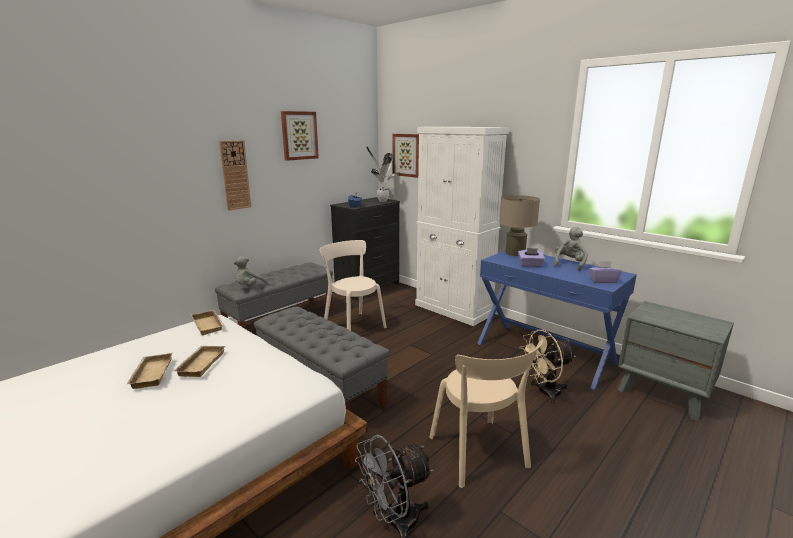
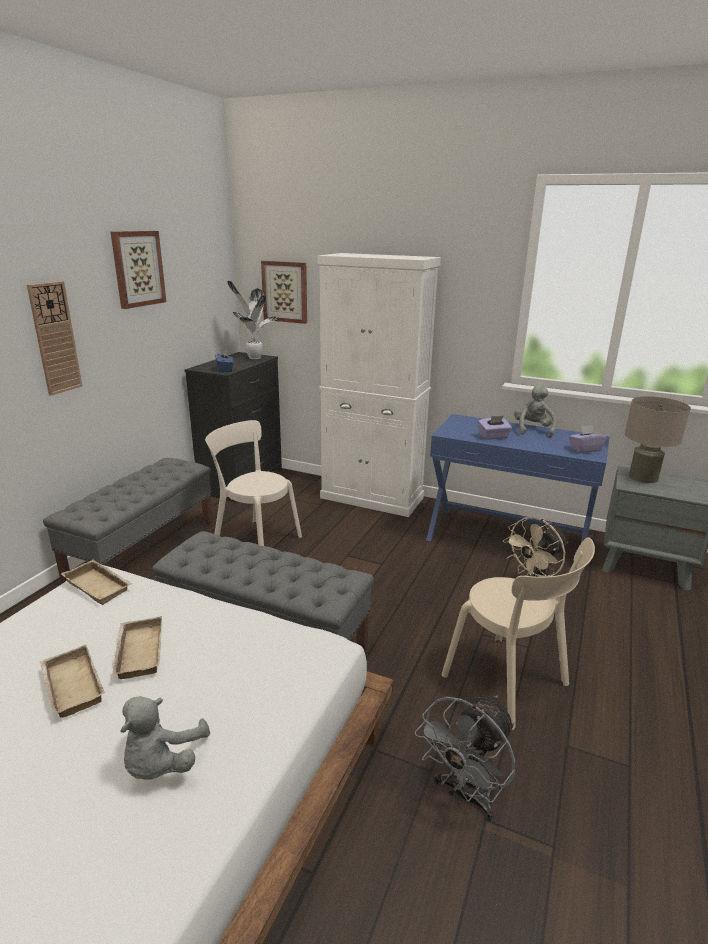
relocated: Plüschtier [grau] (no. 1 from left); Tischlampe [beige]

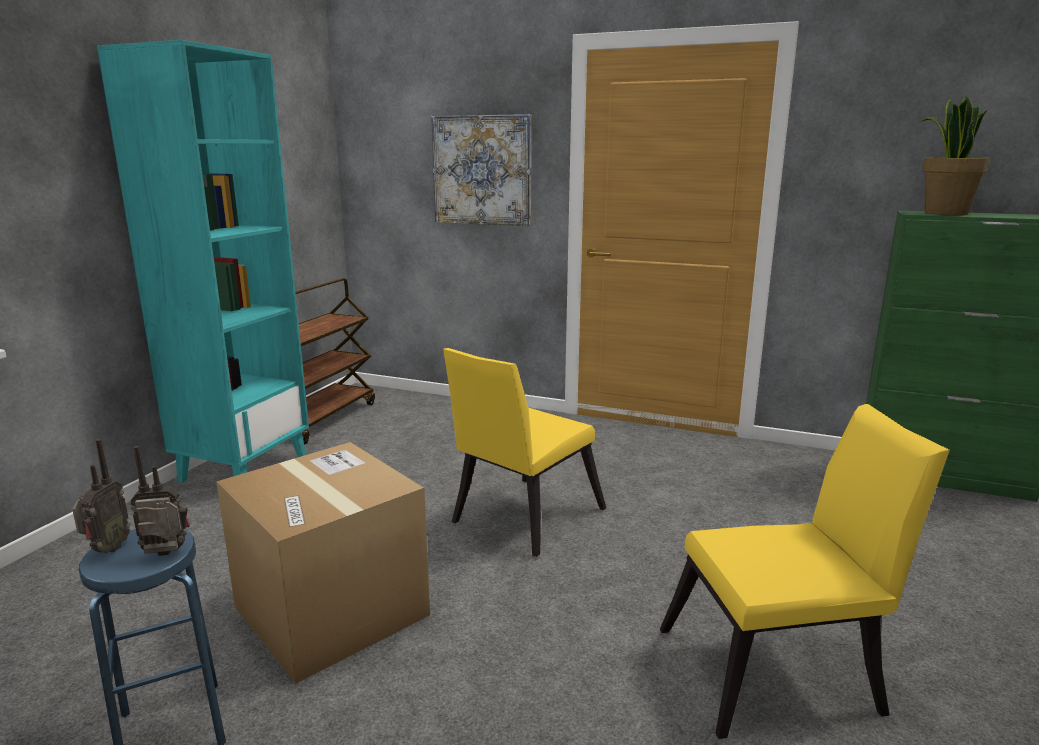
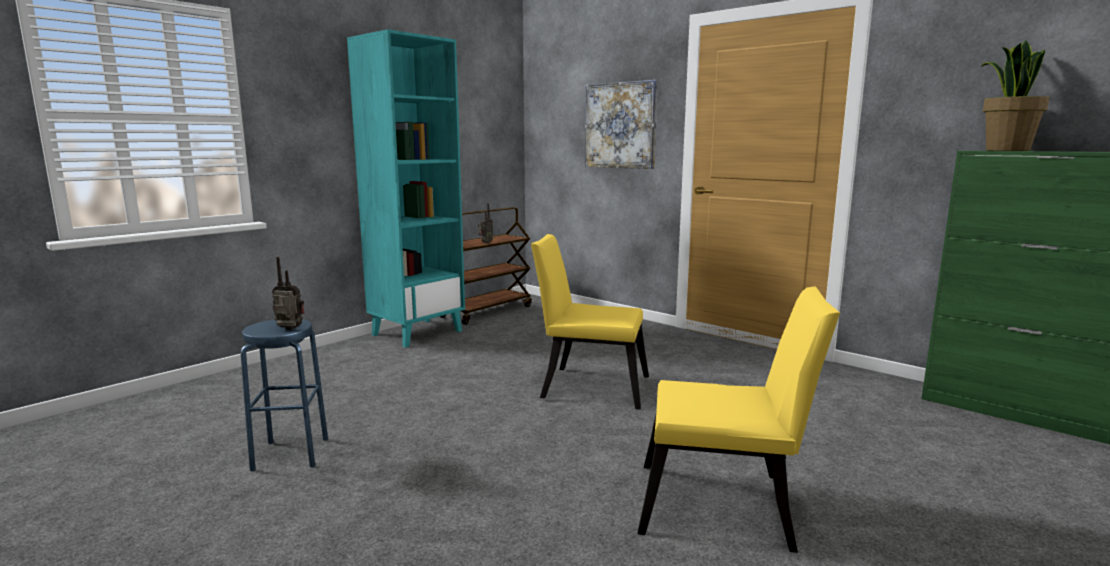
missing: Karton
relocated: Radio (no. 1 from left in the first image) to Radio (no. 2 from left)
spun: Stuhl [gelb] (no. 1 from left) 45 degrees clockwise

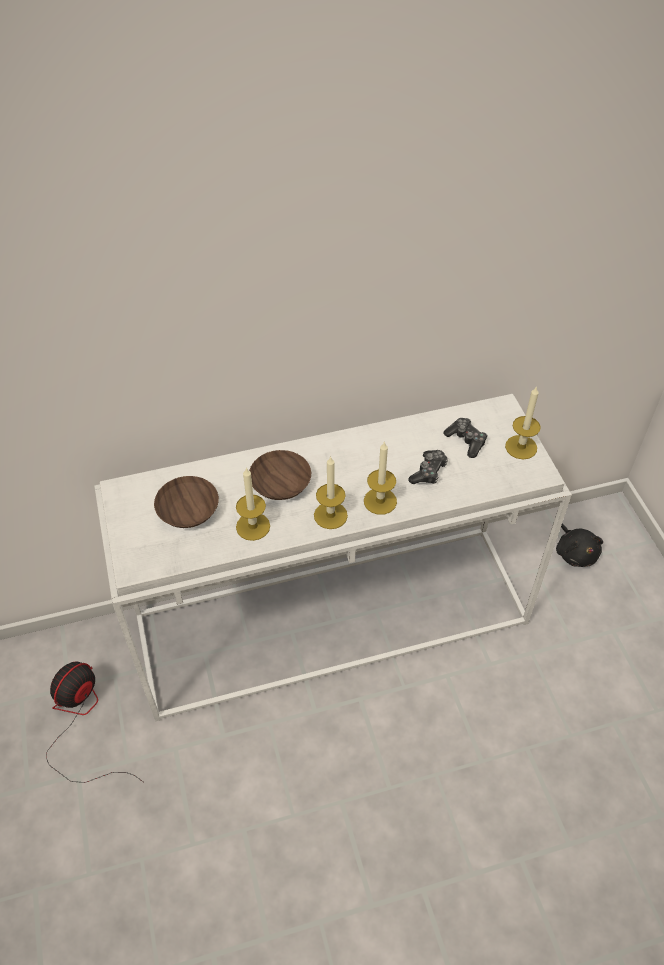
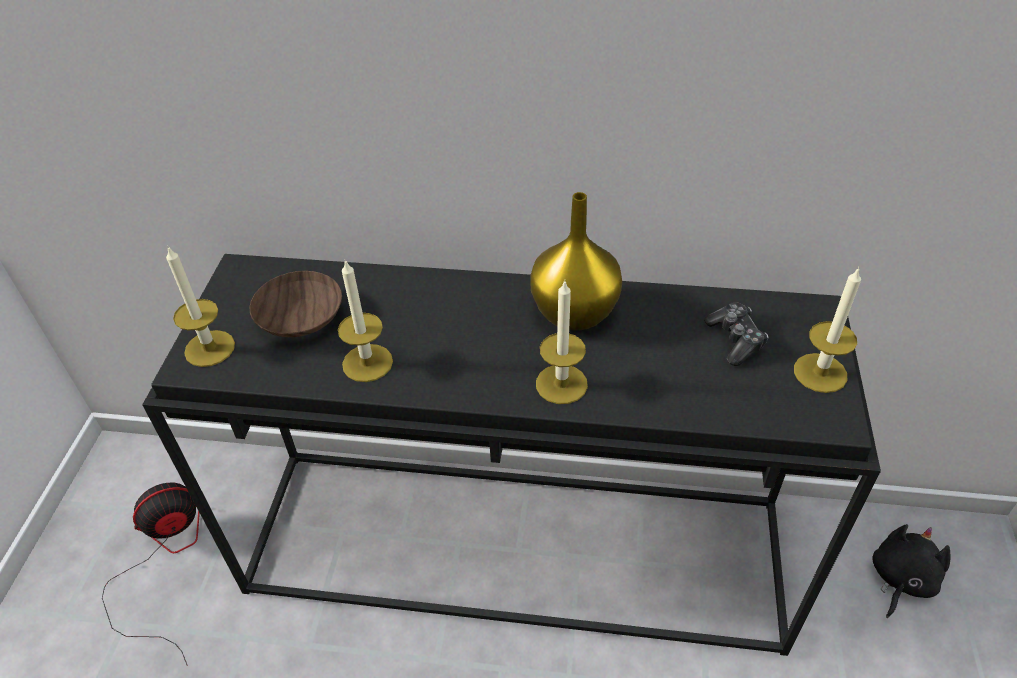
missing: Schüssel [braun] (no. 2 from left); Gamepad (no. 1 from left)
appeared: Vase [gelb]
relocated: Kerze (no. 2 from left in the first image) to Kerze (no. 1 from left)
colour: Konsolentisch [weiß] to Konsolentisch [schwarz]
spun: Plüschtier [schwarz] 150 degrees counterclockwise

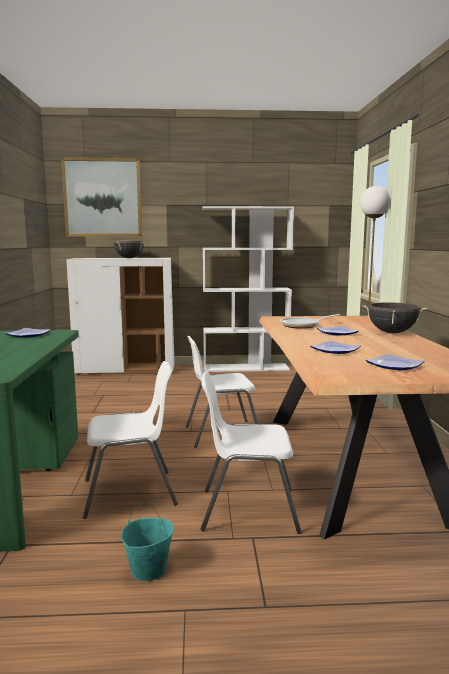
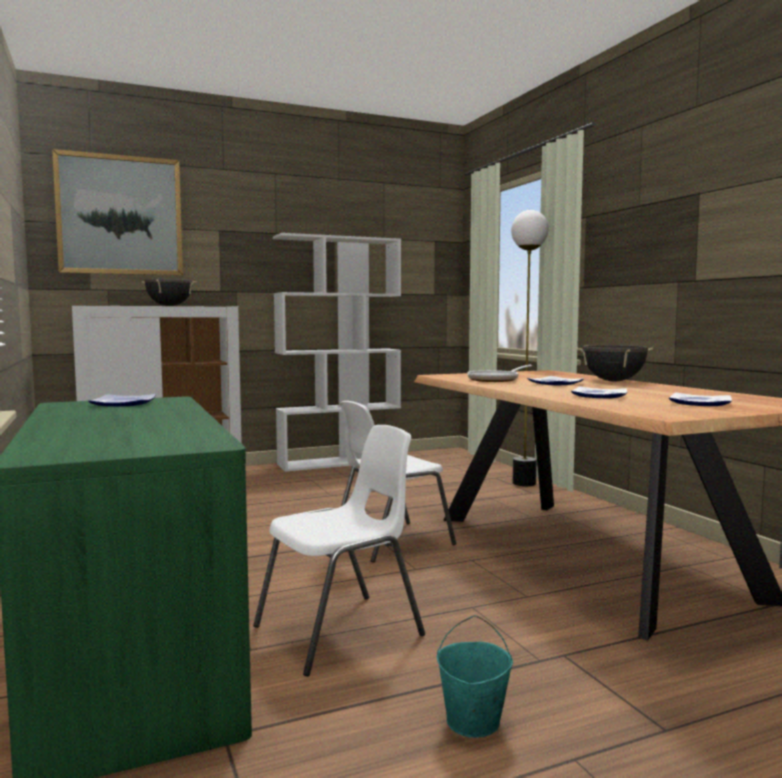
missing: Stuhl [weiß] (no. 3 from left)

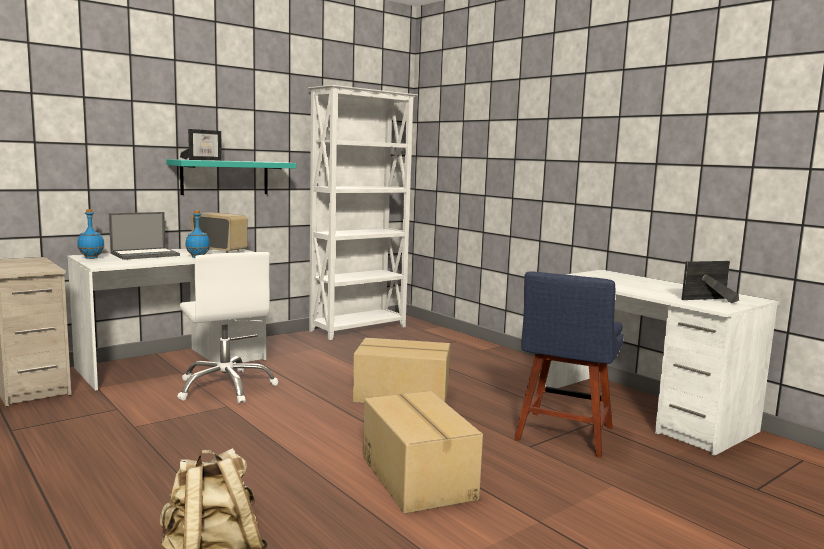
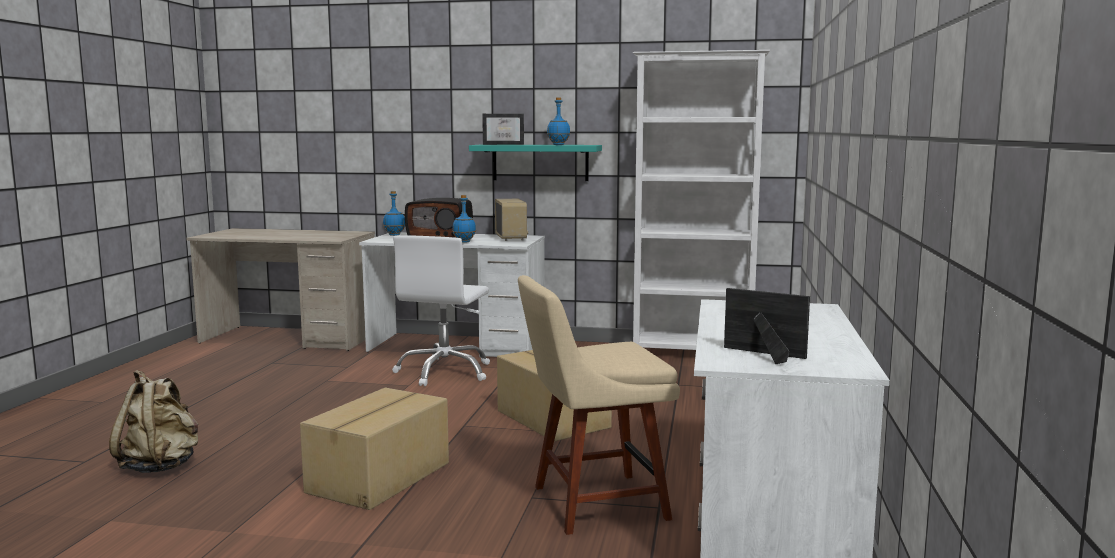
appeared: Flasche [blau] (no. 3 from left)
exchanged: Laptop to Radio (no. 1 from left)
colour: Stuhl [blau] to Stuhl [beige]

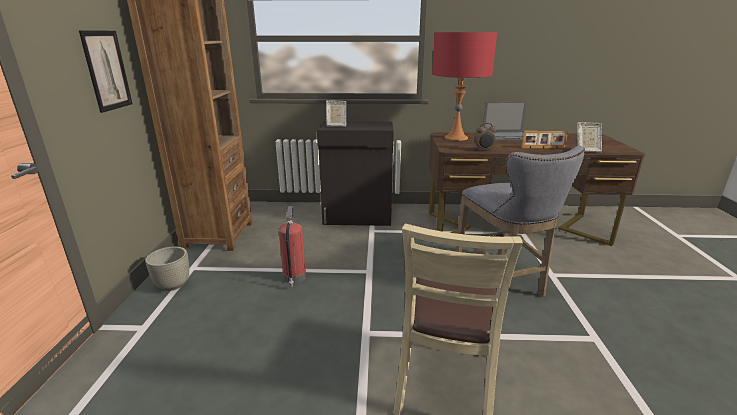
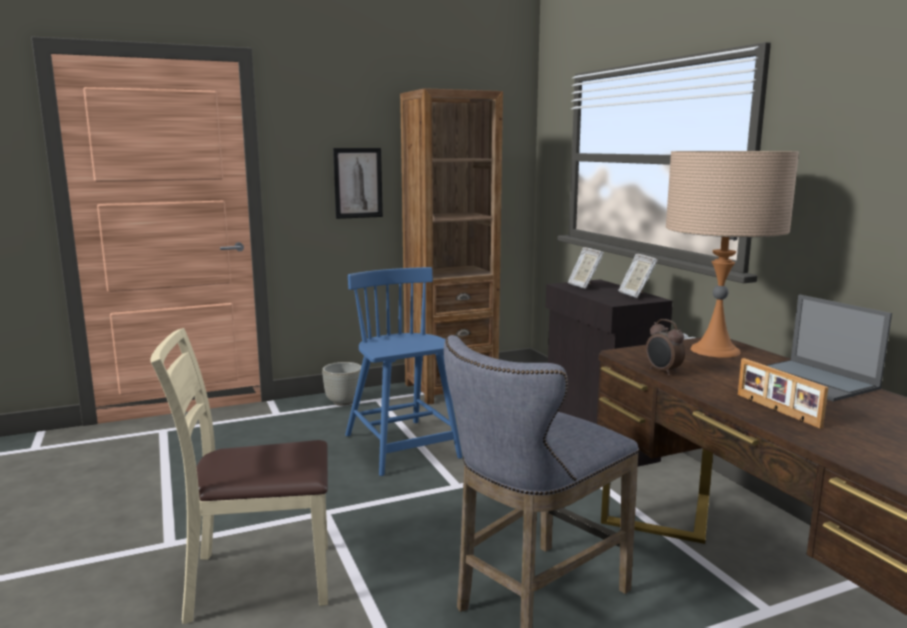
relocated: Bilderrahmen (no. 3 from left in the first image) to Bilderrahmen (no. 2 from left)
exchanged: Feuerlöscher to Stuhl [blau]
colour: Tischlampe [rot] to Tischlampe [beige]

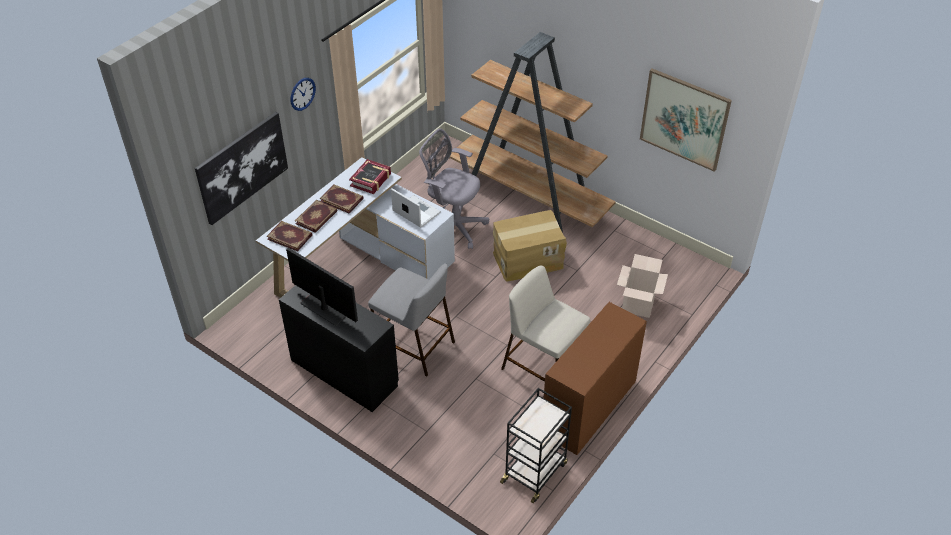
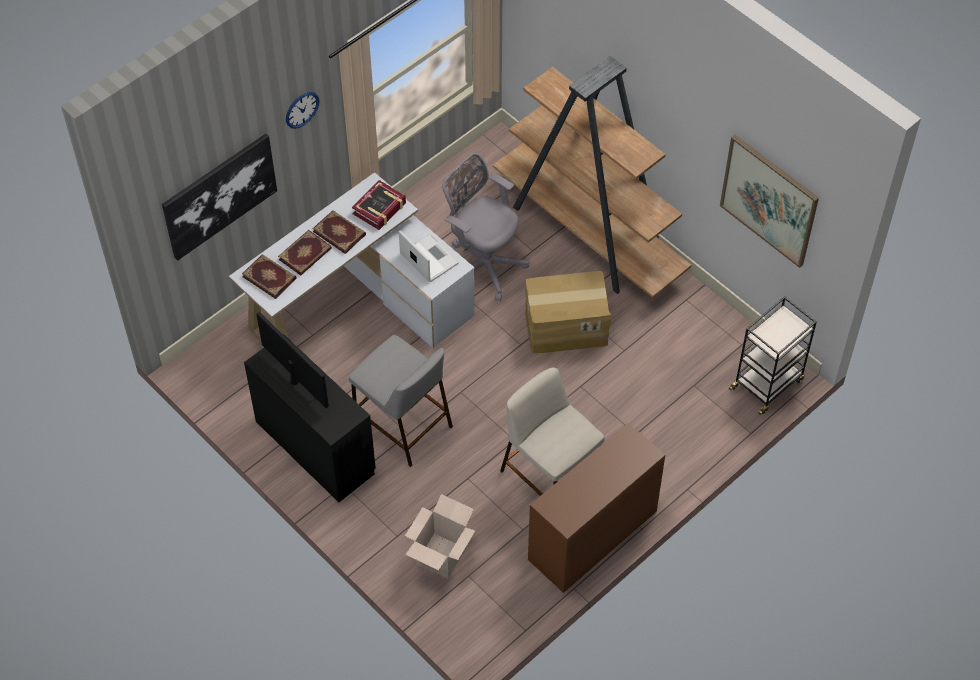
relocated: Rollwagen [schwarz]; Karton (no. 2 from left in the first image) to Karton (no. 1 from left)

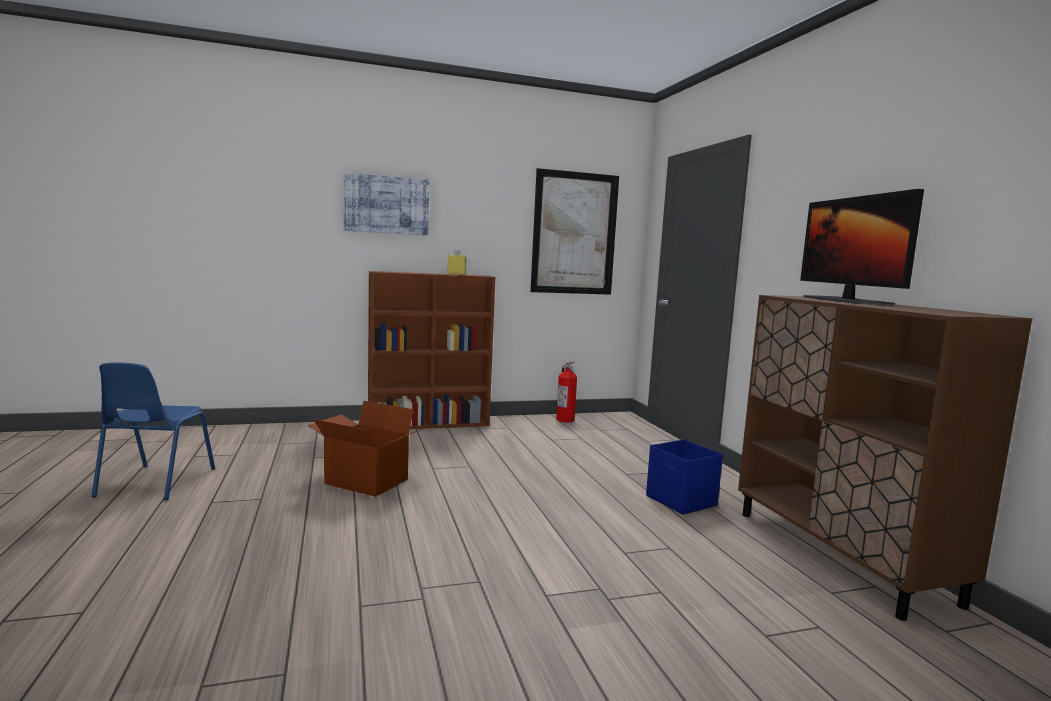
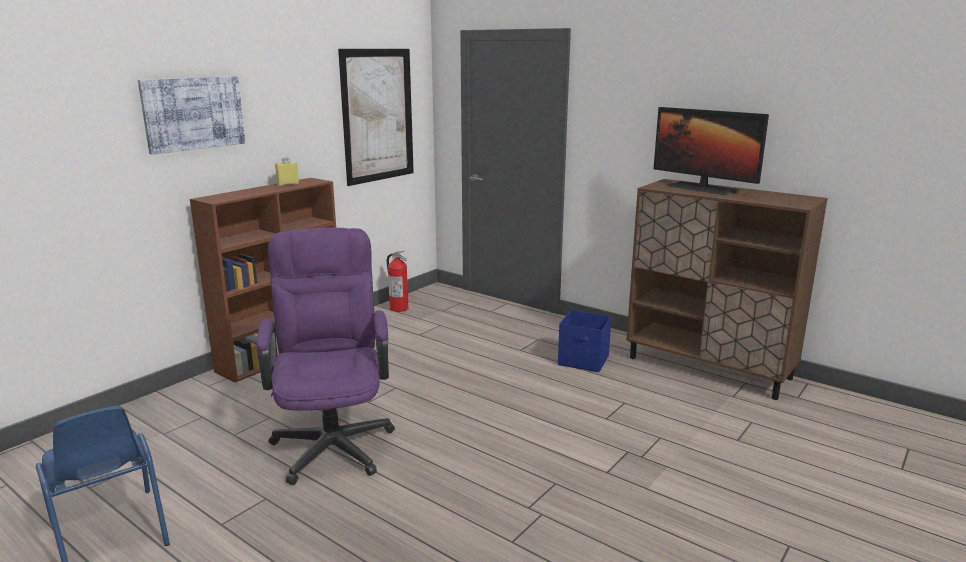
exchanged: Karton to Bürostuhl [lila]

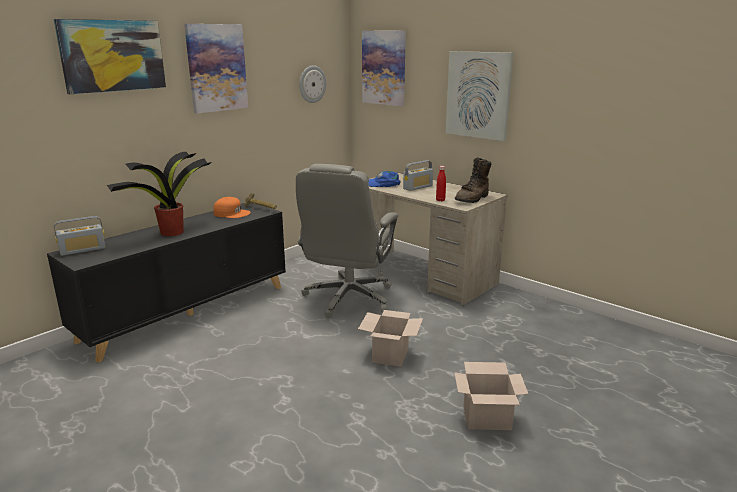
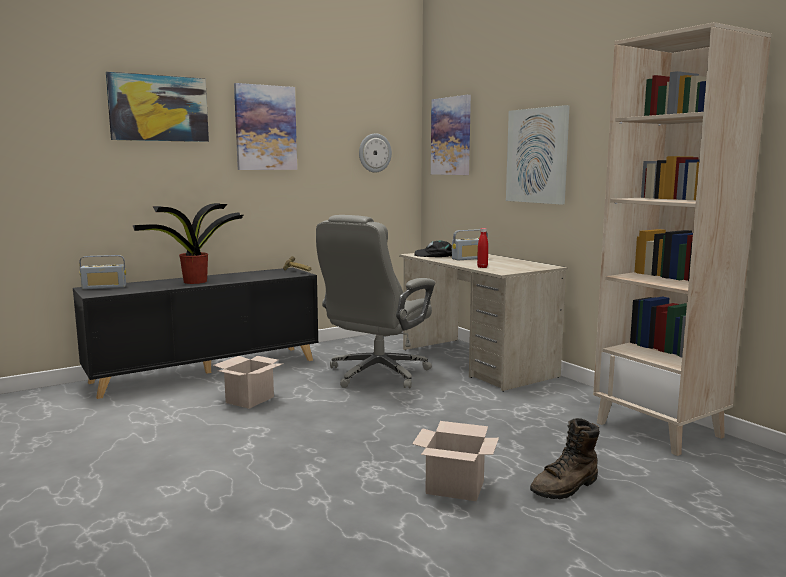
missing: Kappe [orange]
appeared: Bücherregal [beige]
relocated: Karton (no. 1 from left); Stiefel [braun]
colour: Kappe [blau] to Kappe [schwarz]

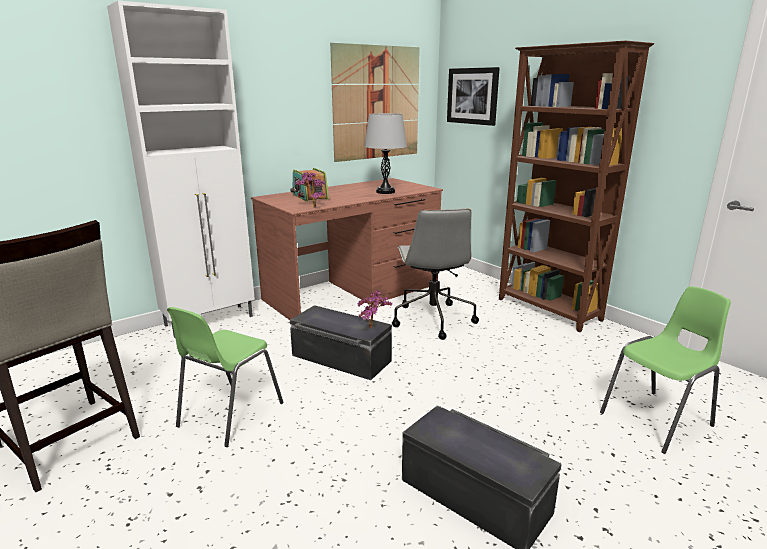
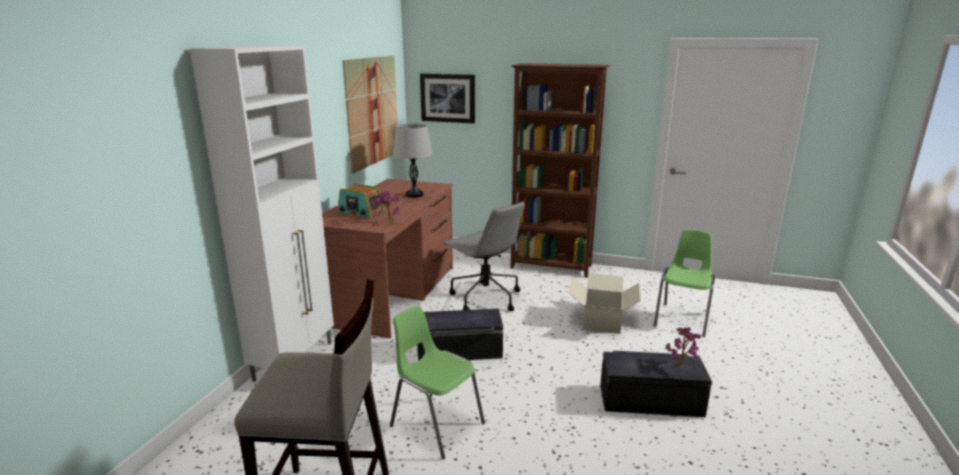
appeared: Karton
relocated: Topfpflanze (no. 2 from left)
spun: Stuhl [grün] (no. 1 from left) 135 degrees clockwise

